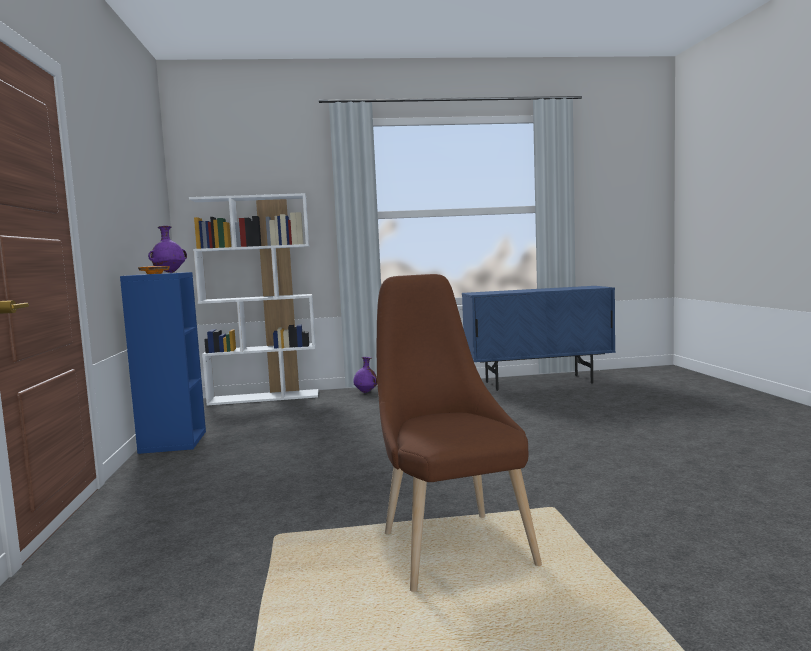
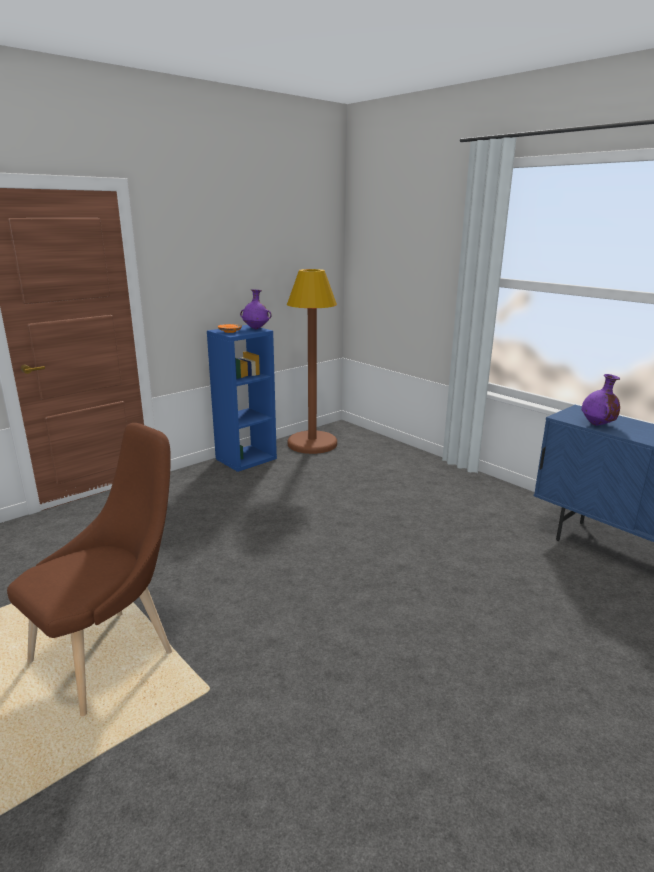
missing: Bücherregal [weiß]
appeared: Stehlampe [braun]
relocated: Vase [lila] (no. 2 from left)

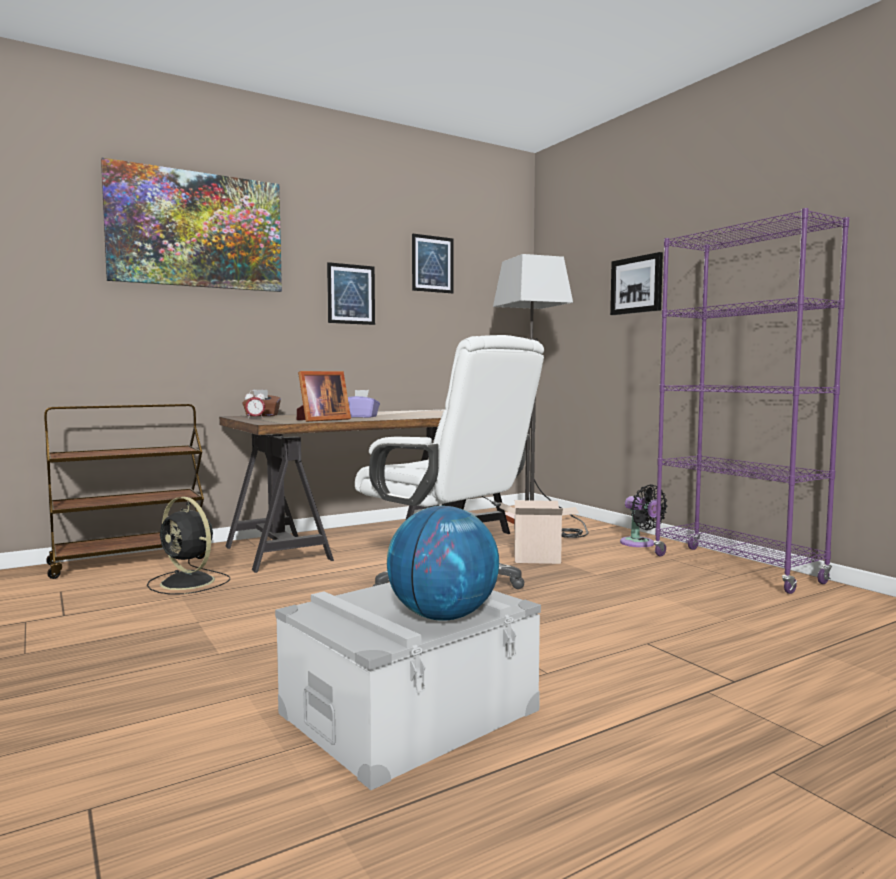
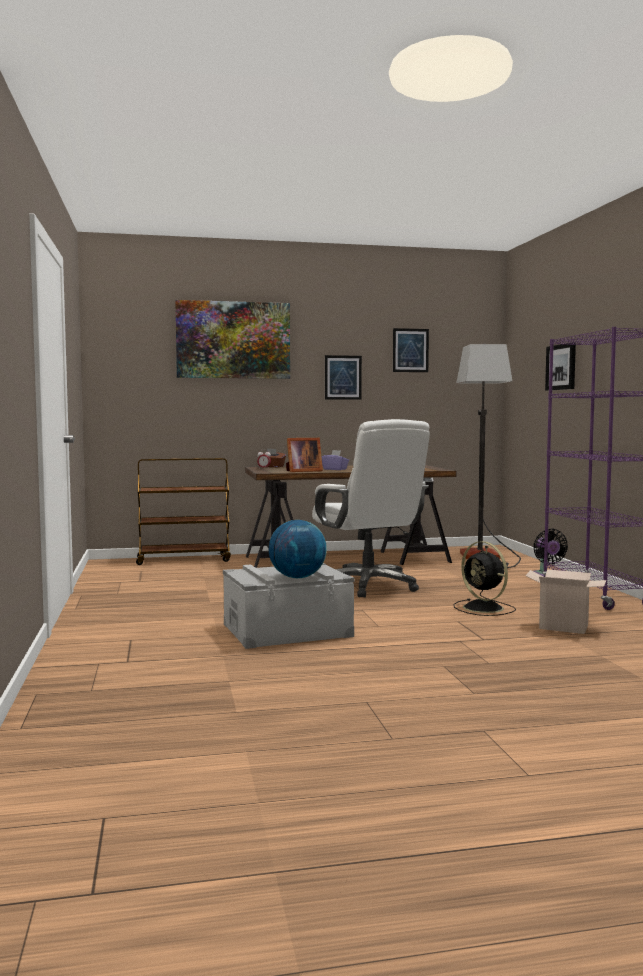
relocated: Ventilator [schwarz] (no. 1 from left); Karton

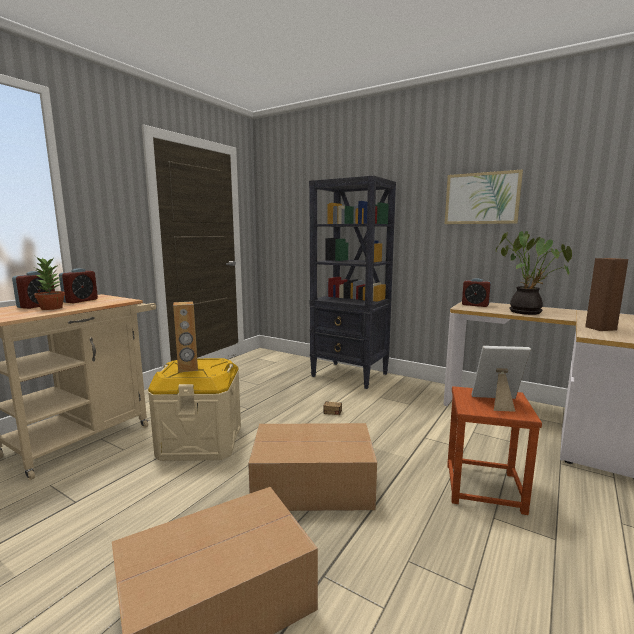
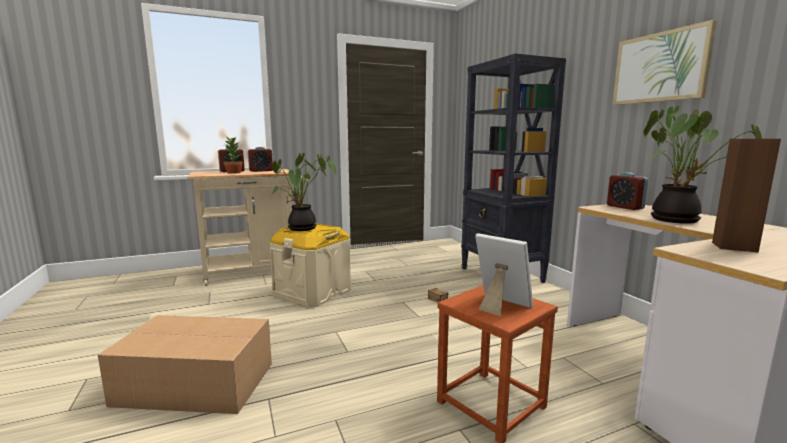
missing: Karton (no. 2 from left)
exchanged: Lautsprecher [braun] (no. 1 from left) to Topfpflanze (no. 2 from left)

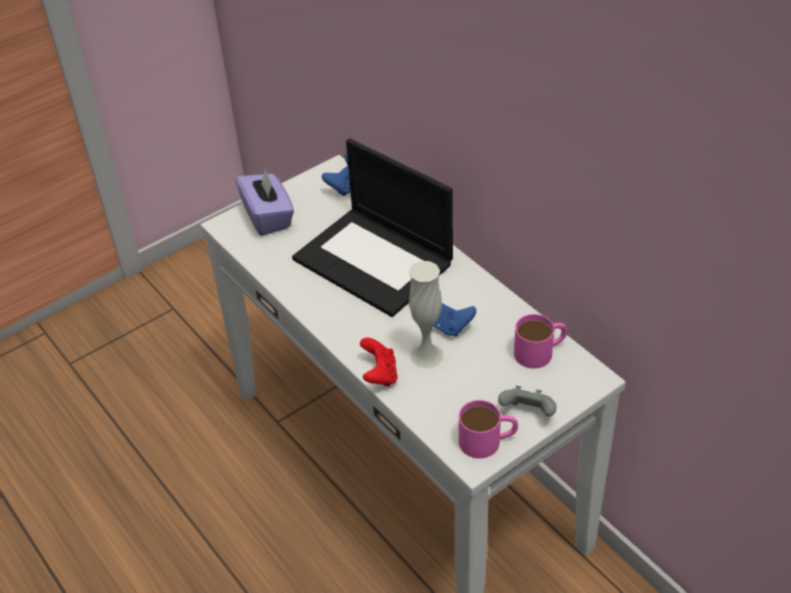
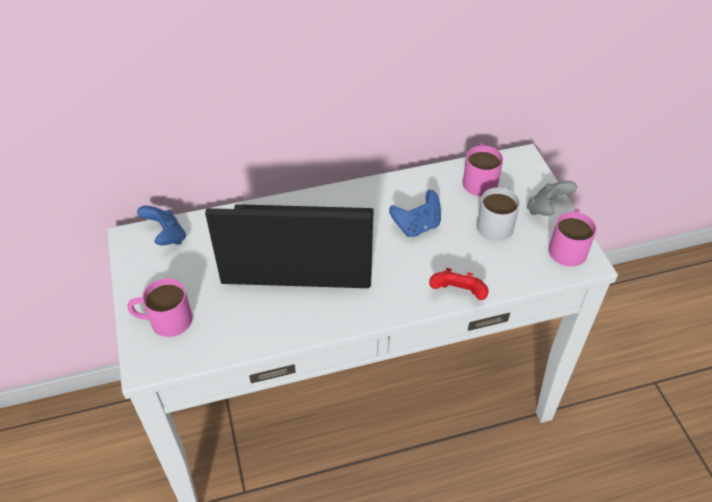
missing: Vase [weiß]
appeared: Henkelbecher [weiß]
exchanged: Taschentuchbox [lila] to Henkelbecher [rosa] (no. 1 from left)
spun: Laptop 150 degrees counterclockwise

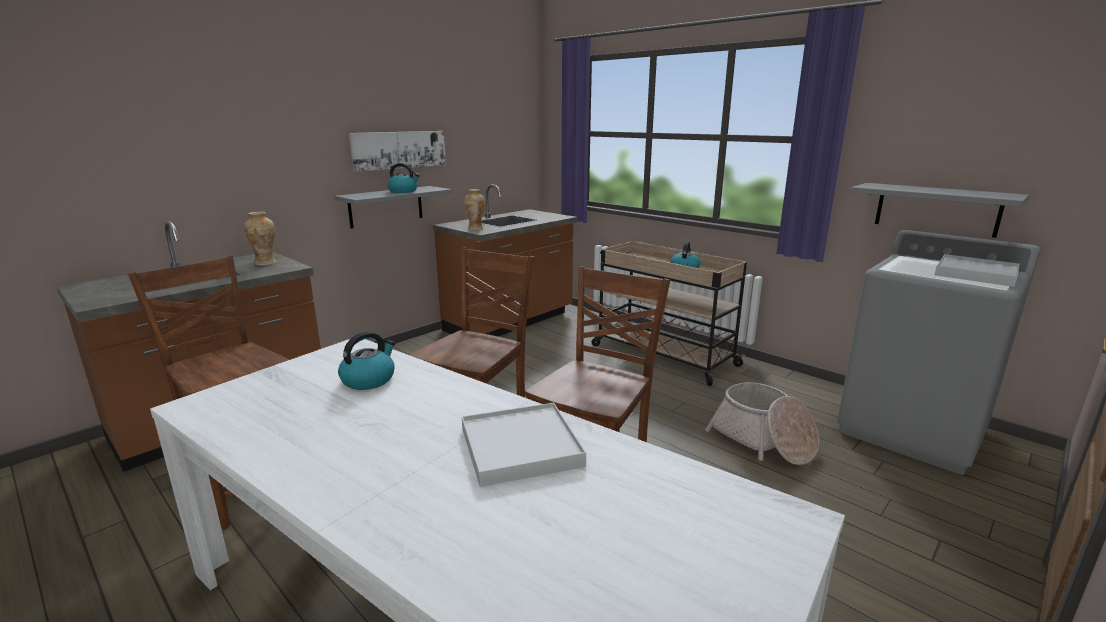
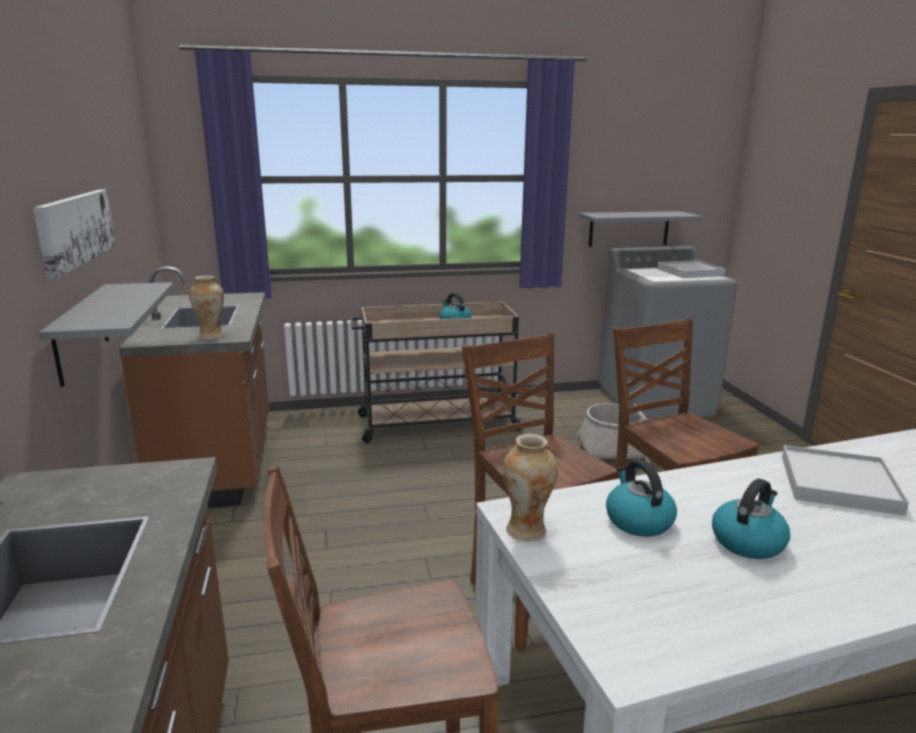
relocated: Vase (no. 1 from left in the first image) to Vase (no. 2 from left); Wasserkessel (no. 2 from left in the first image) to Wasserkessel (no. 3 from left)

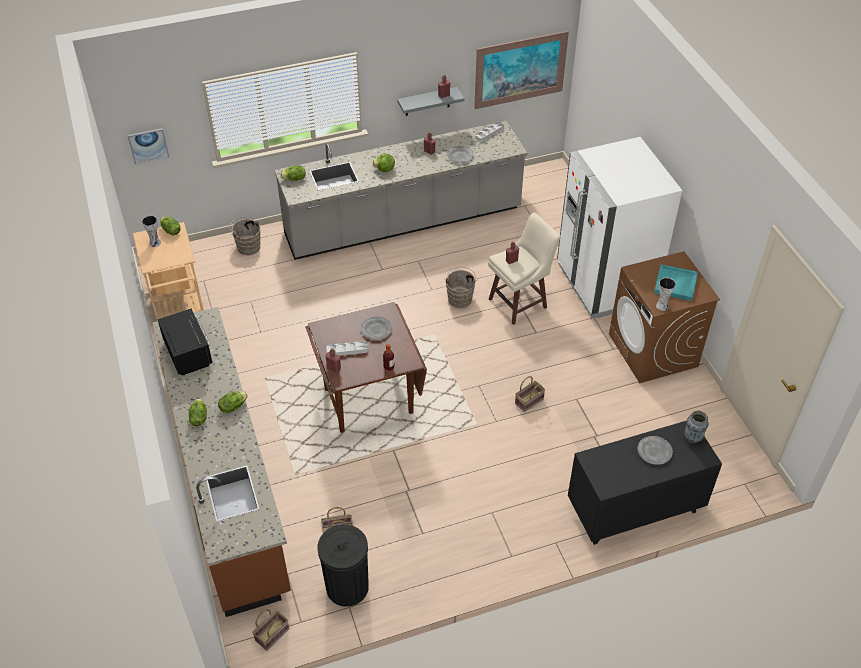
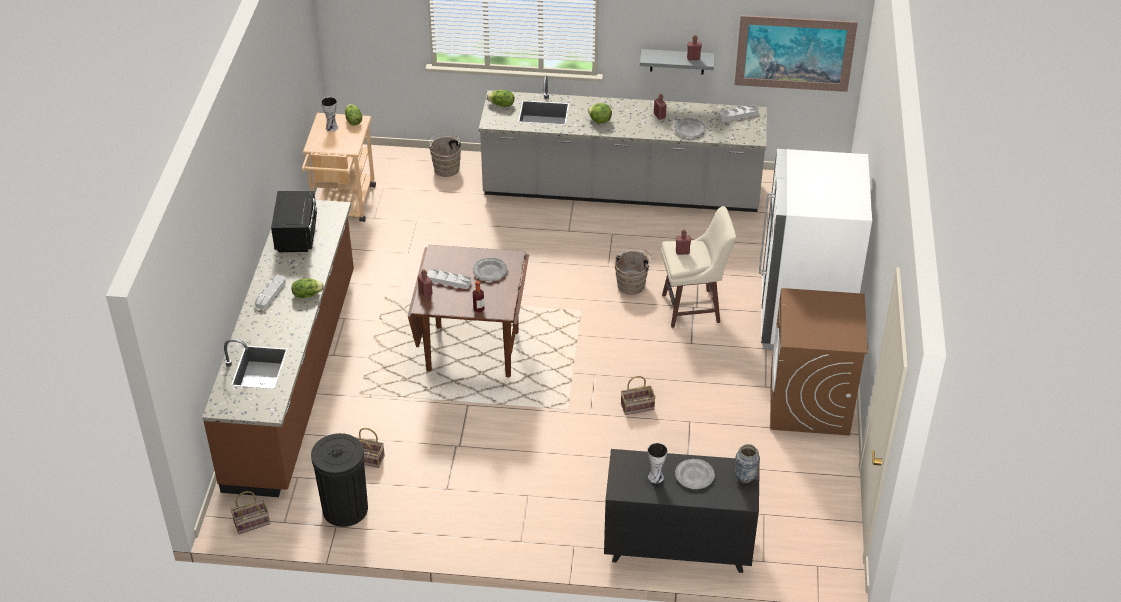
missing: Bild (no. 1 from left); Tablett [türkis]
relocated: Vase (no. 2 from left)
exchanged: Salatkopf (no. 2 from left) to Tablett [grau] (no. 1 from left)

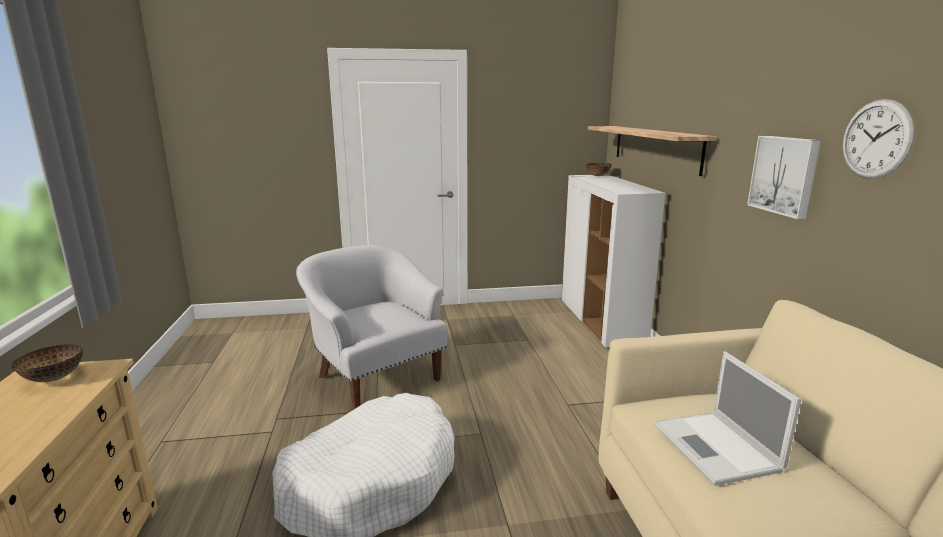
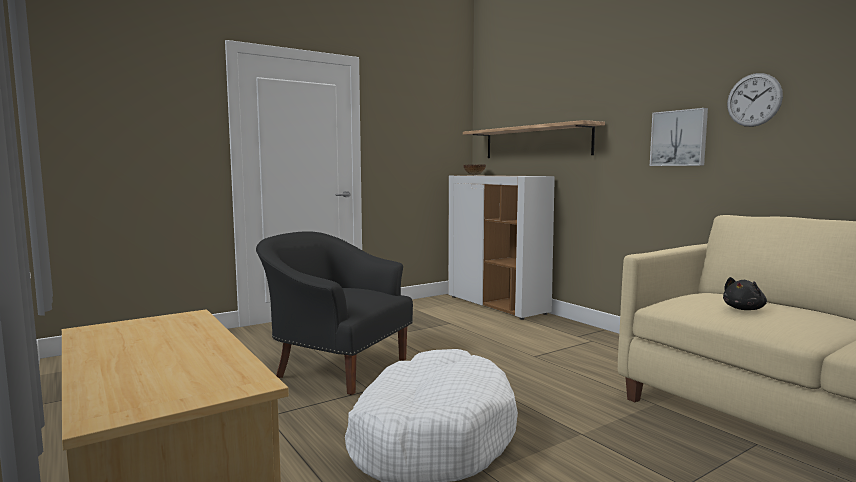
missing: Schüssel (no. 1 from left)
exchanged: Laptop to Plüschtier [schwarz]
colour: Sessel [weiß] to Sessel [schwarz]

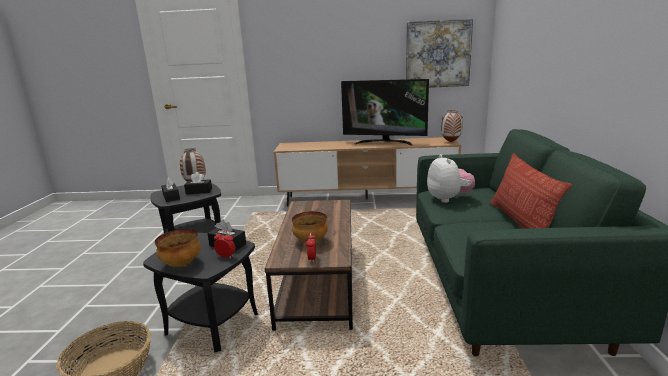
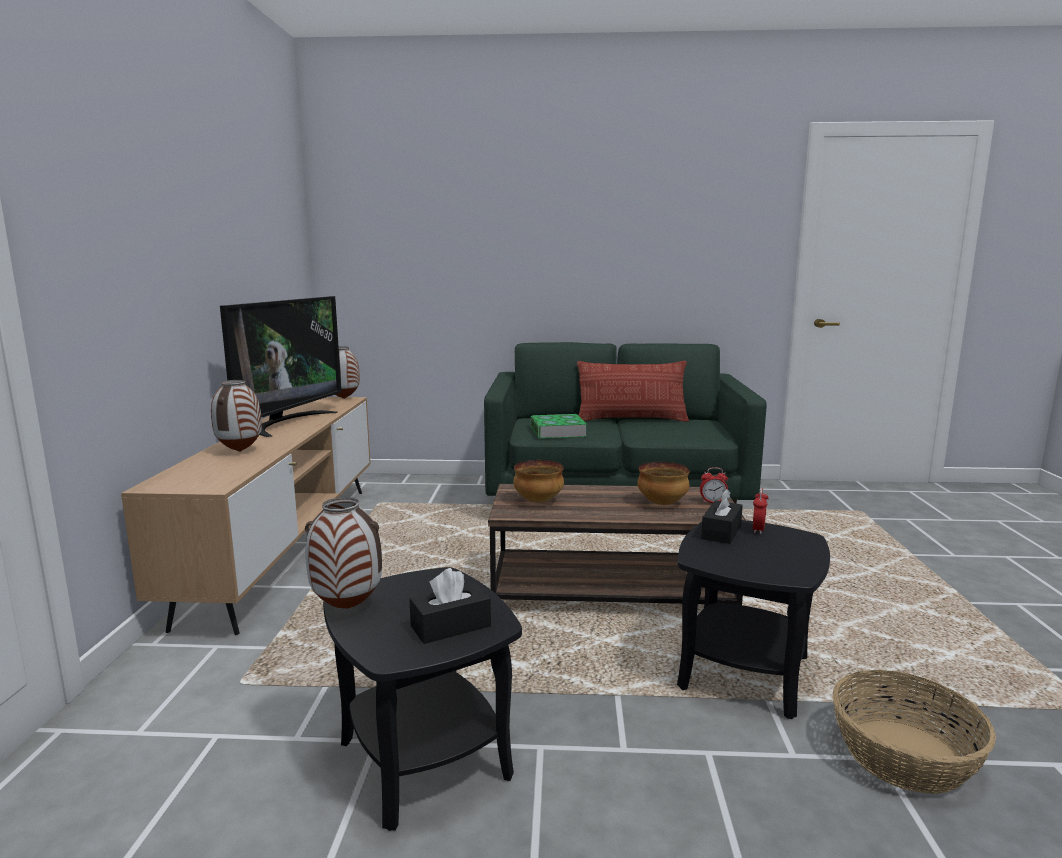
missing: Taschentuchbox [schwarz] (no. 2 from left); Bild
appeared: Vase (no. 1 from left)
relocated: Schüssel (no. 1 from left)
exchanged: Plüschtier to Buch

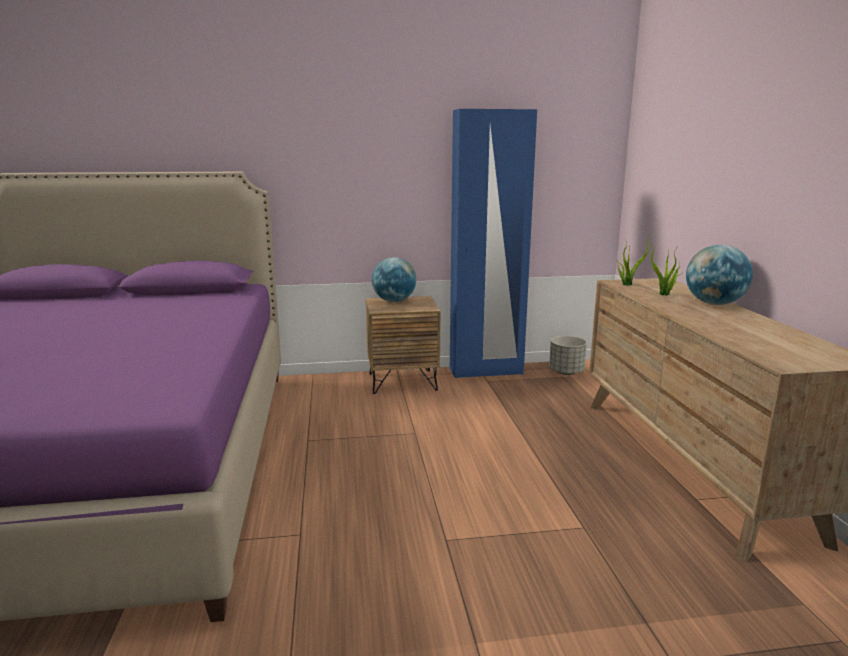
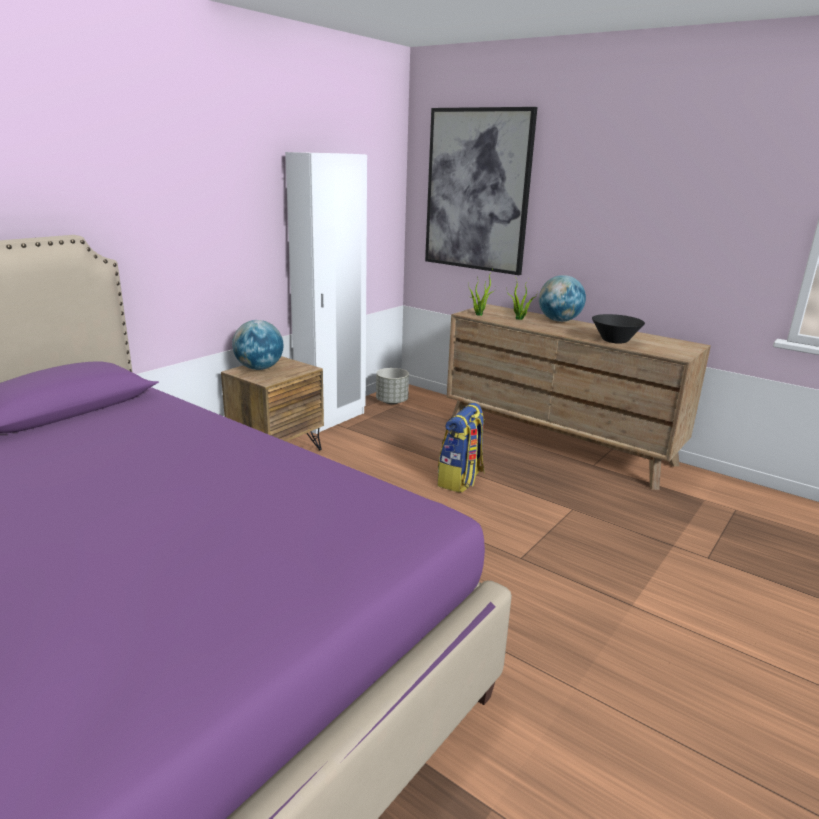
appeared: Bild; Rucksack; Schüssel [schwarz]
colour: Kleiderschrank [blau] to Kleiderschrank [weiß]

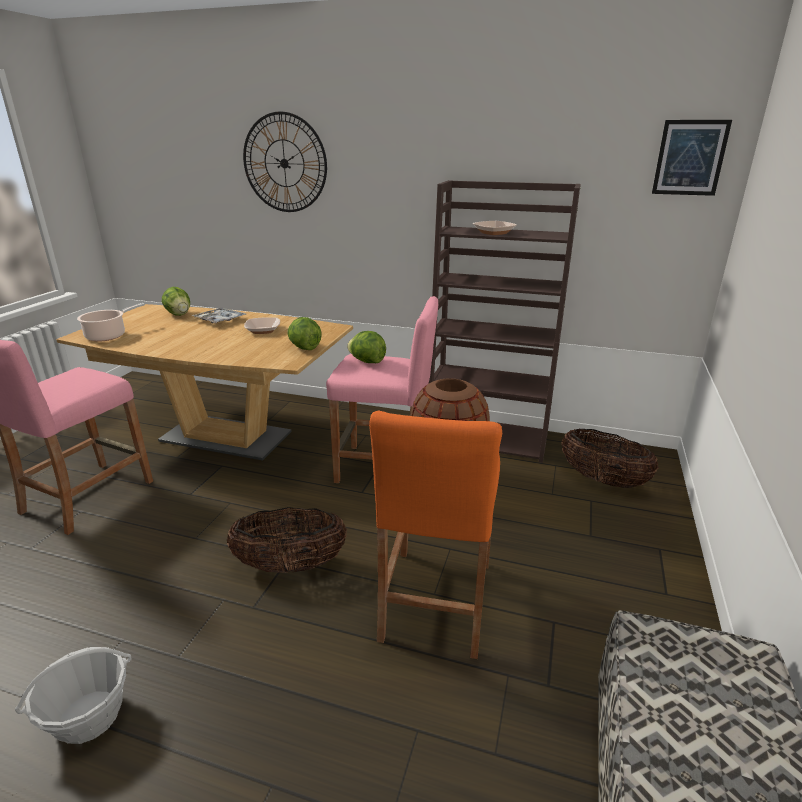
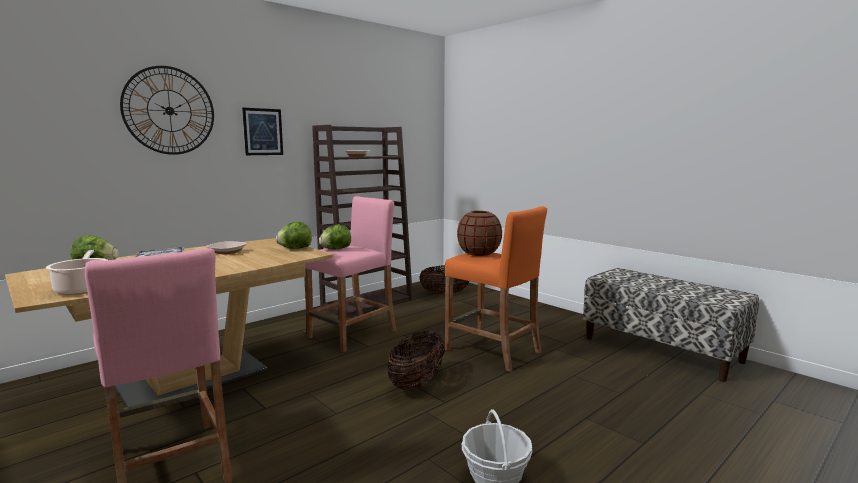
relocated: Bild

